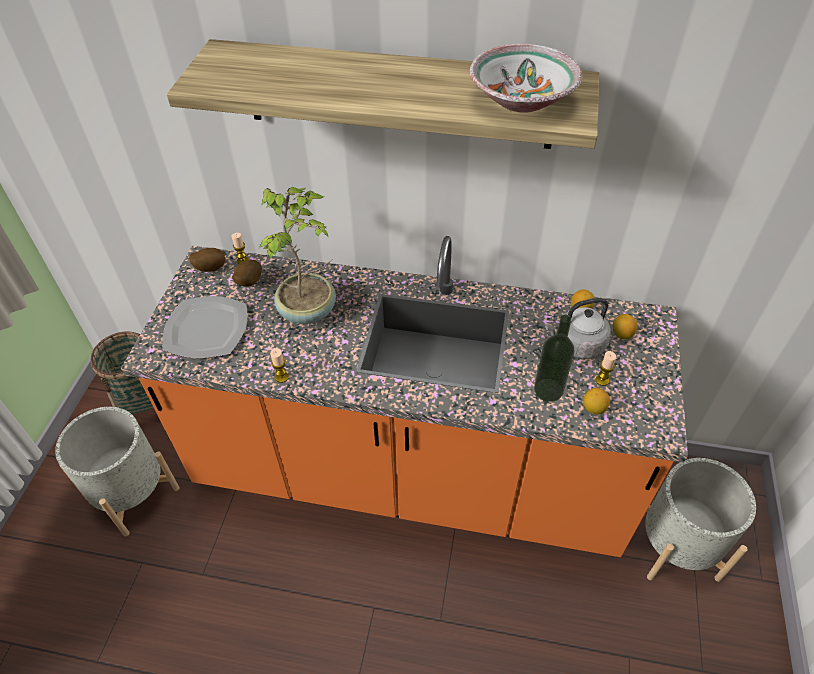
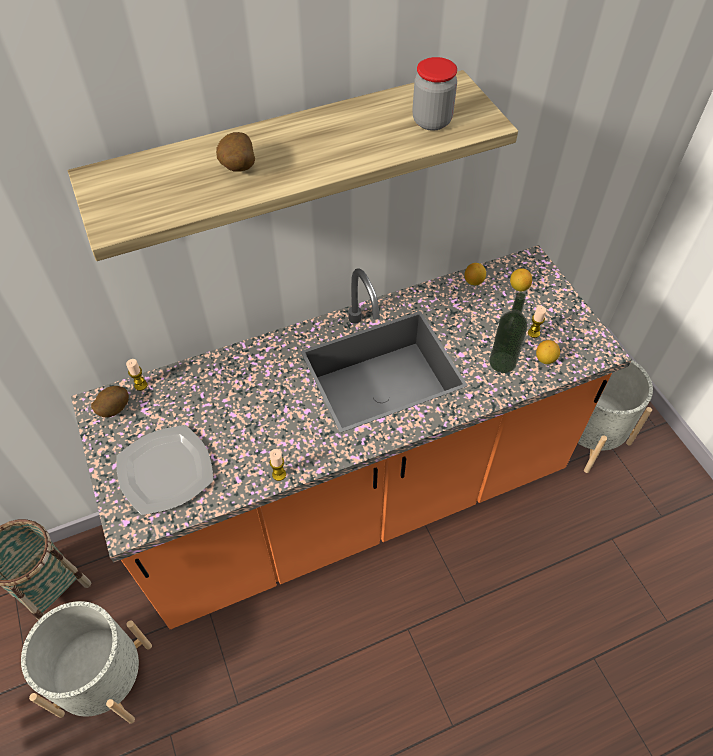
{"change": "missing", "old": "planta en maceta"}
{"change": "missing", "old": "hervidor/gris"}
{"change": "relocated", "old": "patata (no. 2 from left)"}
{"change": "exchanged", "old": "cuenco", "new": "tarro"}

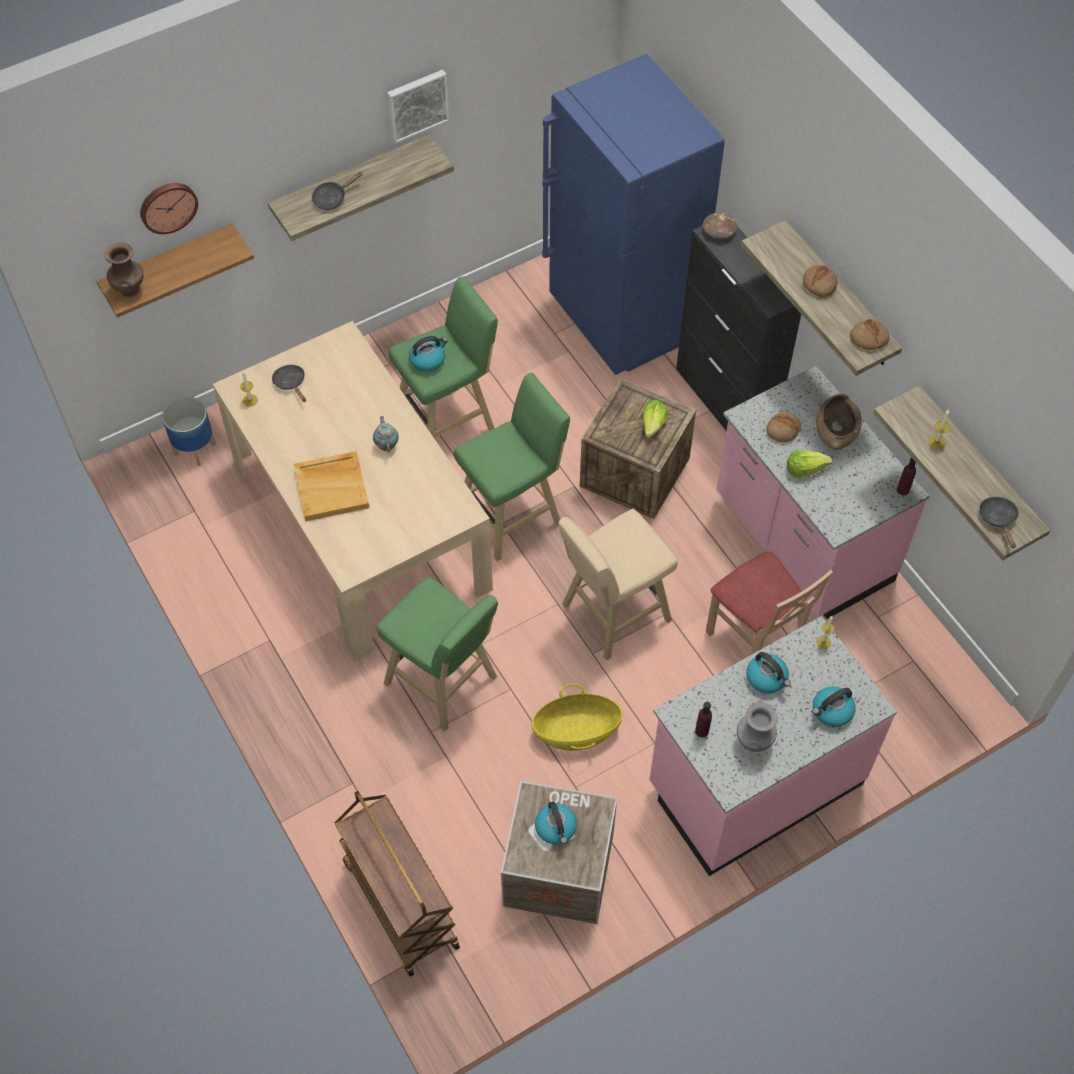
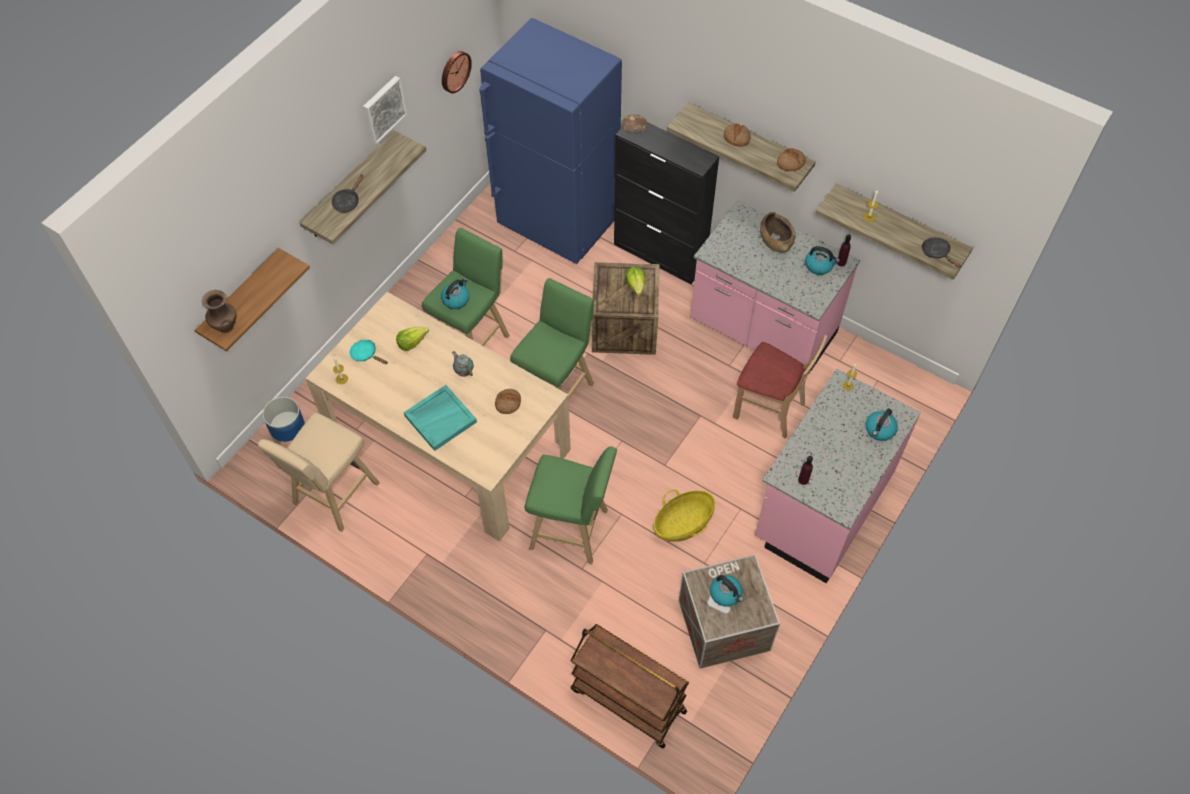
{"change": "missing", "old": "florero/gris"}
{"change": "relocated", "old": "reloj de pared"}
{"change": "relocated", "old": "taburete/beis"}
{"change": "relocated", "old": "hervidor (no. 3 from left)"}
{"change": "relocated", "old": "pan (no. 1 from left)"}
{"change": "relocated", "old": "lechuga (no. 2 from left in the first image)", "new": "lechuga (no. 1 from left)"}
{"change": "colour", "old": "sartén/negro (no. 1 from left)", "new": "sartén/turquesa"}
{"change": "colour", "old": "bandeja/beis", "new": "bandeja/turquesa"}

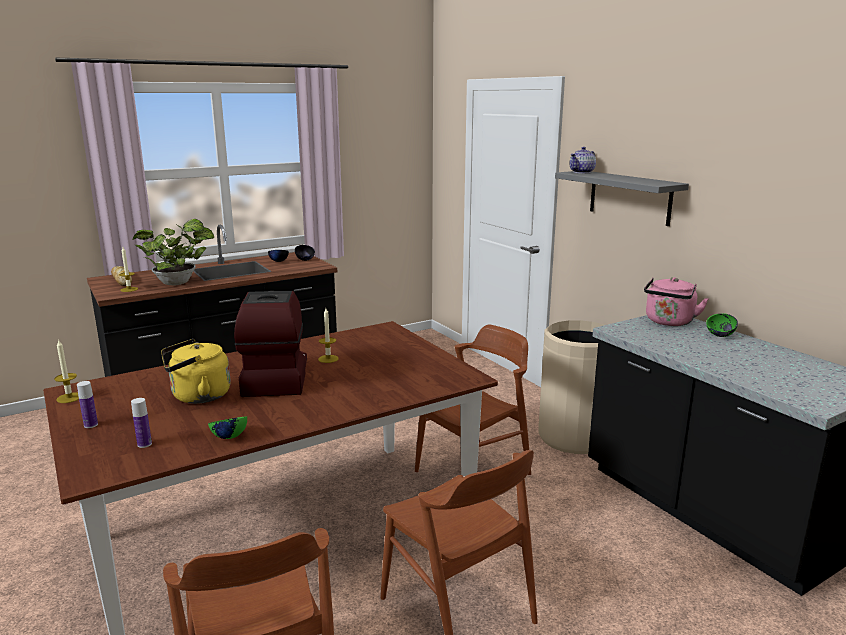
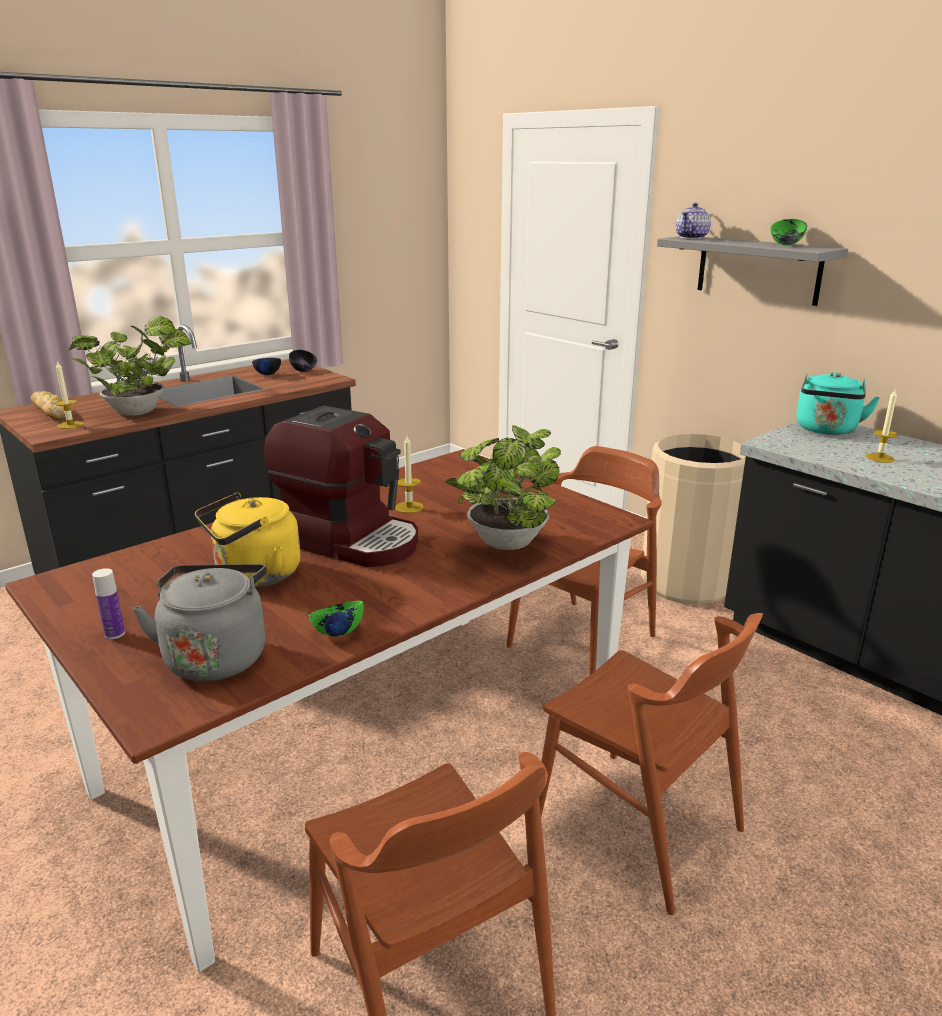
{"change": "appeared", "new": "planta en maceta (no. 2 from left)"}
{"change": "relocated", "old": "vela (no. 1 from left in the first image)", "new": "vela (no. 3 from left)"}
{"change": "relocated", "old": "cuenco/verde (no. 2 from left)"}
{"change": "exchanged", "old": "botella (no. 2 from left)", "new": "hervidor/gris"}
{"change": "colour", "old": "hervidor/rosa", "new": "hervidor/turquesa"}
{"change": "spun", "old": "cafetera", "degrees": 135}

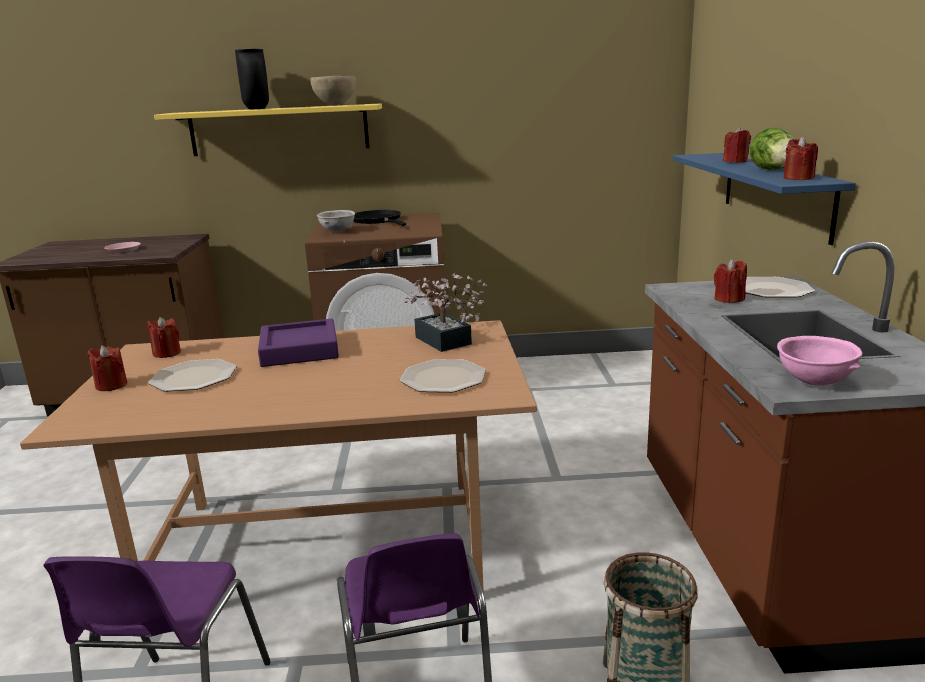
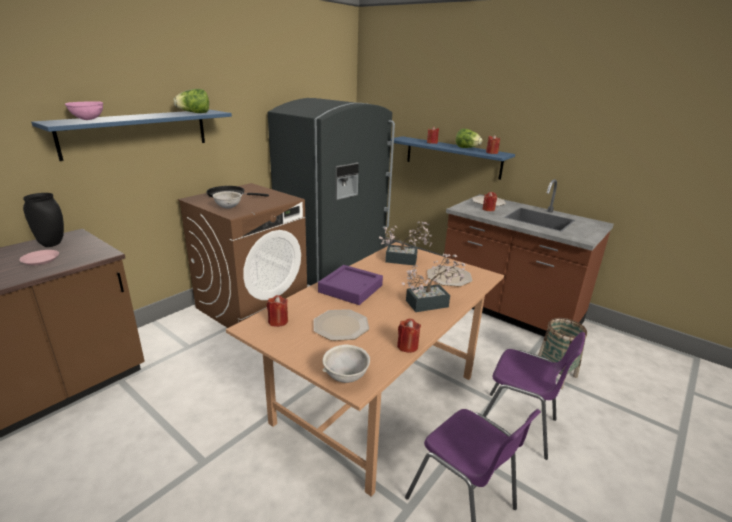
{"change": "appeared", "new": "nevera/gris"}
{"change": "appeared", "new": "cuenco/gris (no. 2 from left)"}
{"change": "appeared", "new": "planta en maceta (no. 2 from left)"}
{"change": "relocated", "old": "vela/rojo (no. 1 from left in the first image)", "new": "vela/rojo (no. 2 from left)"}
{"change": "relocated", "old": "florero/negro"}
{"change": "relocated", "old": "cuenco/rosa"}
{"change": "exchanged", "old": "cuenco/marrón", "new": "lechuga (no. 1 from left)"}
{"change": "colour", "old": "estante/amarillo", "new": "estante/azul (no. 1 from left)"}

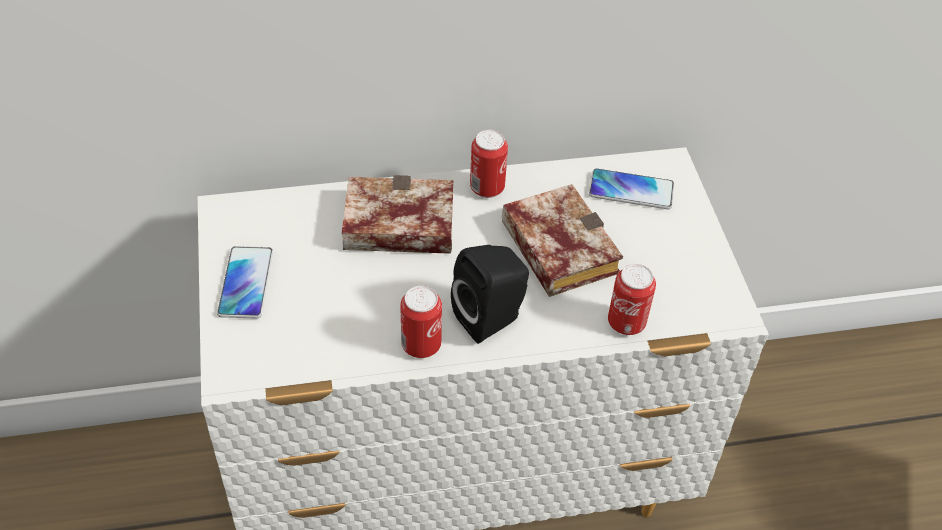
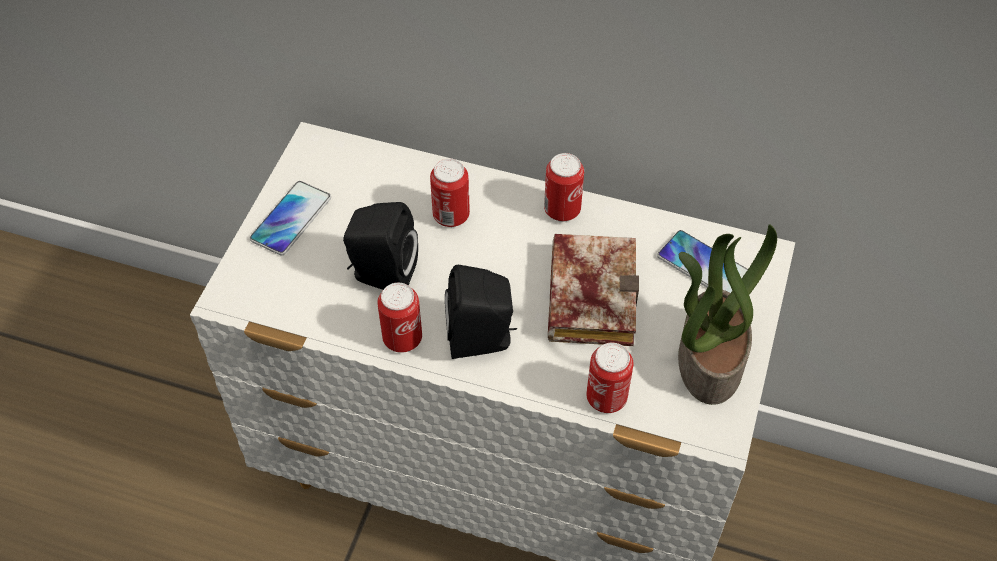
{"change": "appeared", "new": "altavoz/negro (no. 1 from left)"}
{"change": "appeared", "new": "planta en maceta"}
{"change": "exchanged", "old": "libro (no. 1 from left)", "new": "lata (no. 2 from left)"}

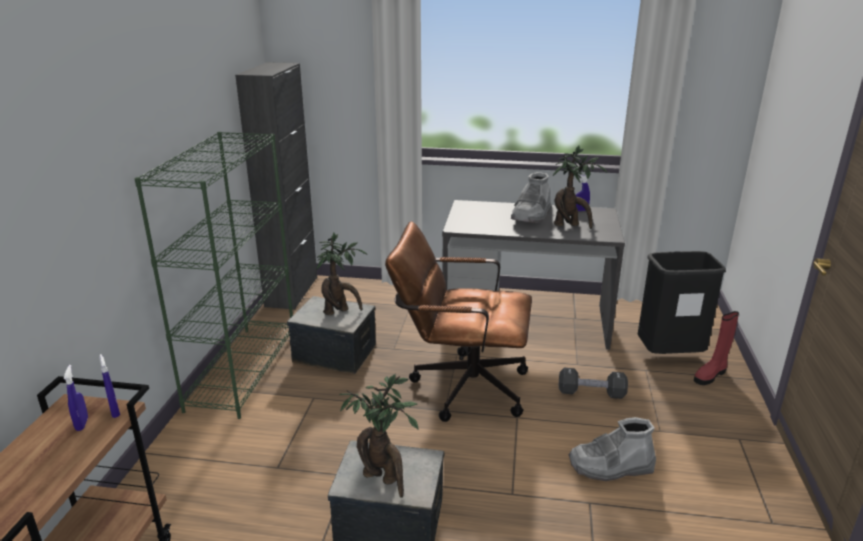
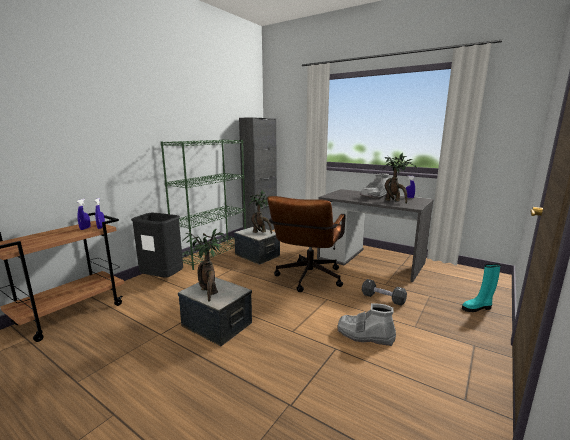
{"change": "relocated", "old": "papelera/negro"}
{"change": "colour", "old": "bota/rojo", "new": "bota/turquesa"}
{"change": "spun", "old": "silla de oficina/marrón", "degrees": -105}

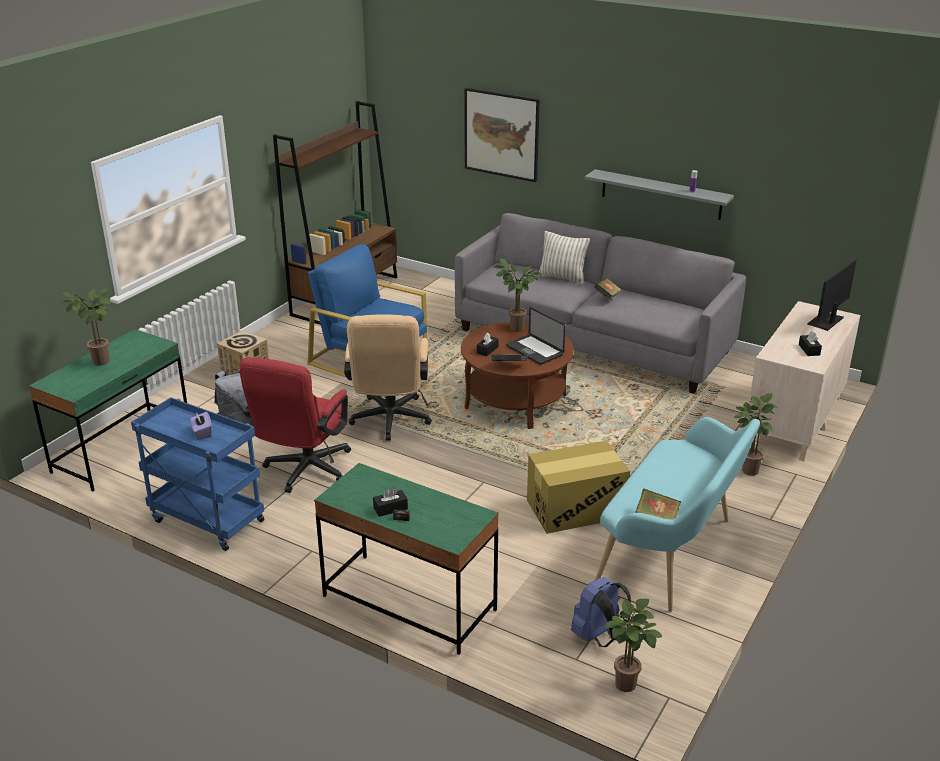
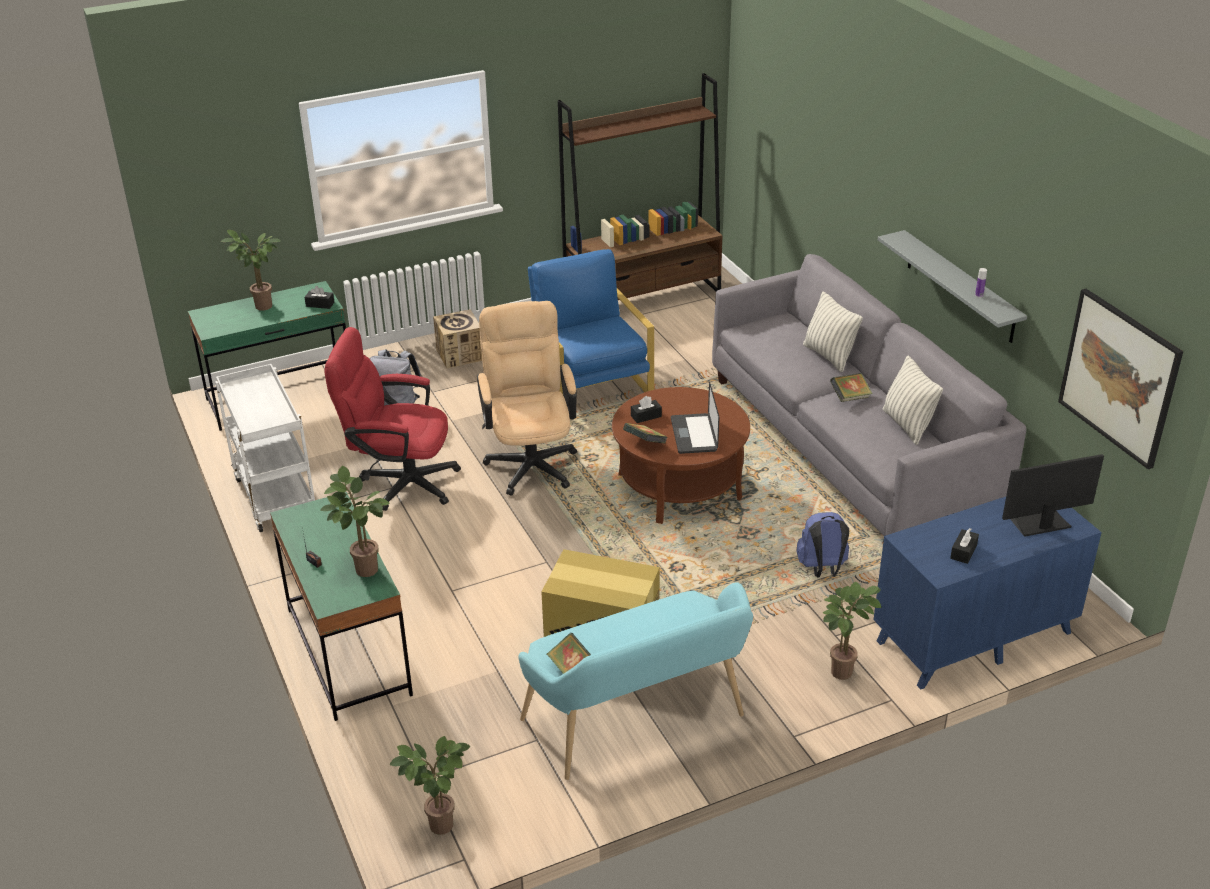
{"change": "missing", "old": "caja de pañuelos/morado"}
{"change": "appeared", "new": "cojín (no. 2 from left)"}
{"change": "relocated", "old": "caja de pañuelos/negro (no. 1 from left)"}
{"change": "relocated", "old": "cuadro"}
{"change": "relocated", "old": "planta en maceta (no. 2 from left)"}
{"change": "relocated", "old": "mochila/azul"}
{"change": "colour", "old": "carrito/azul", "new": "carrito/blanco"}
{"change": "colour", "old": "cómoda/beis", "new": "cómoda/azul"}
{"change": "spun", "old": "silla de oficina/rojo", "degrees": 45}
{"change": "spun", "old": "silla de oficina/beis", "degrees": 135}

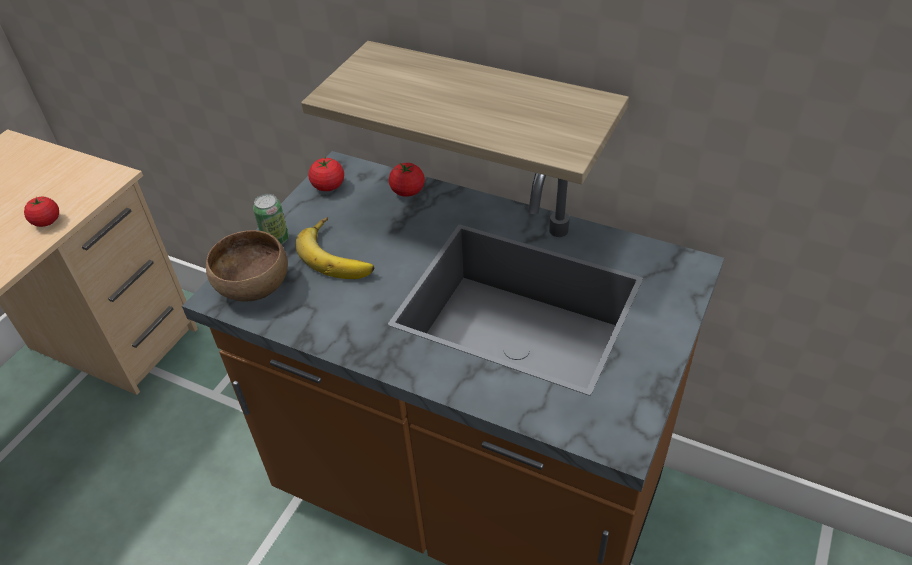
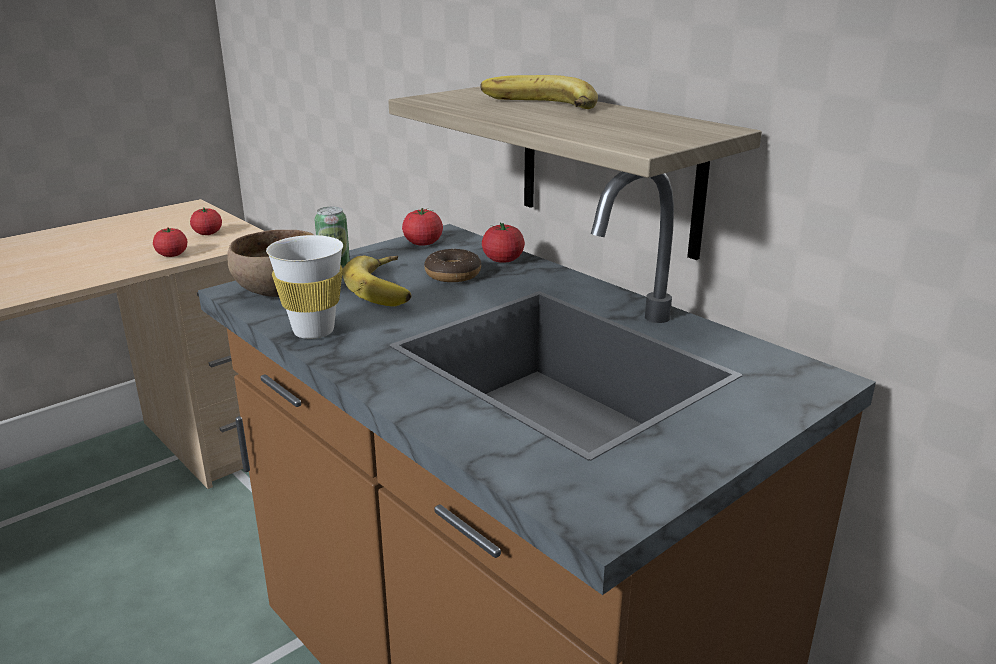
{"change": "appeared", "new": "tomate (no. 2 from left)"}
{"change": "appeared", "new": "taza/blanco"}
{"change": "appeared", "new": "rosquilla"}
{"change": "appeared", "new": "plátano (no. 2 from left)"}

